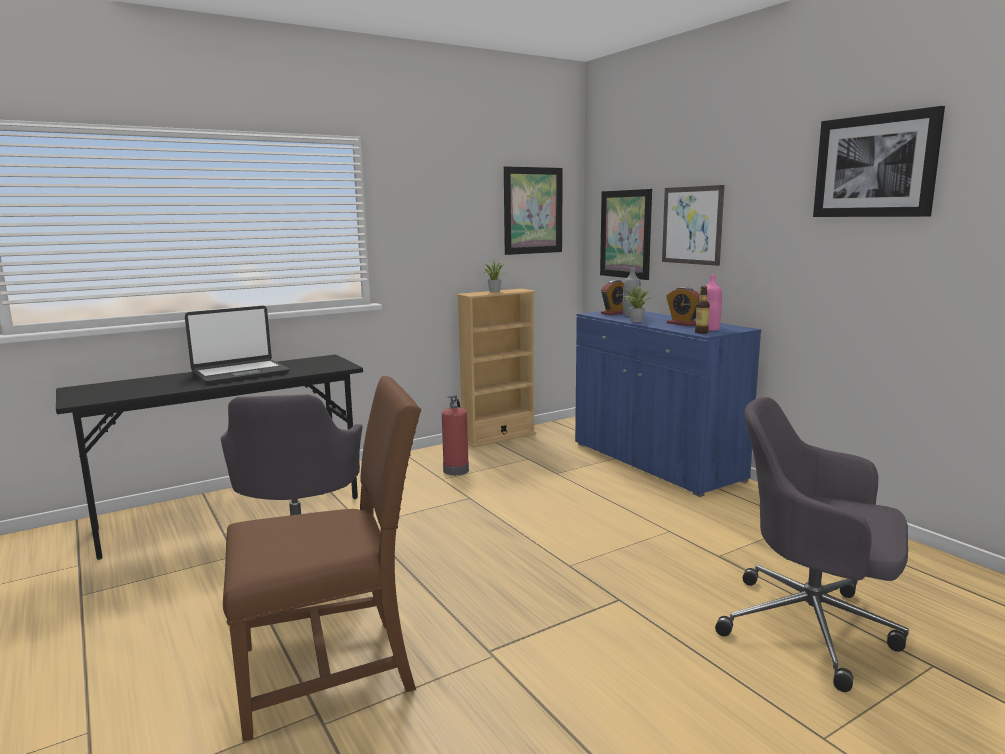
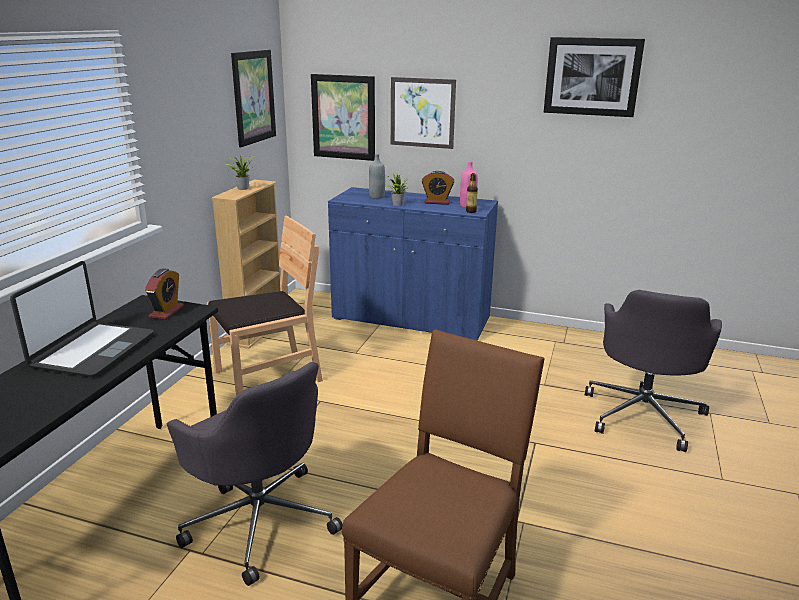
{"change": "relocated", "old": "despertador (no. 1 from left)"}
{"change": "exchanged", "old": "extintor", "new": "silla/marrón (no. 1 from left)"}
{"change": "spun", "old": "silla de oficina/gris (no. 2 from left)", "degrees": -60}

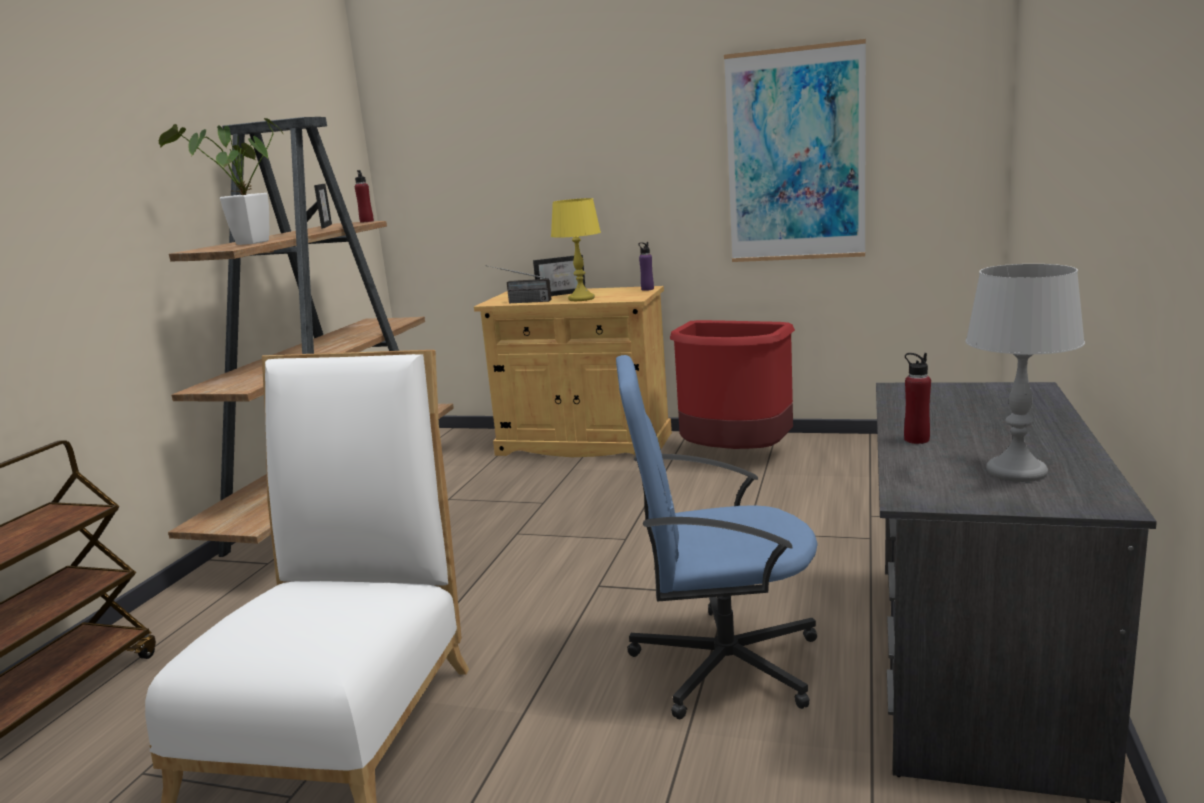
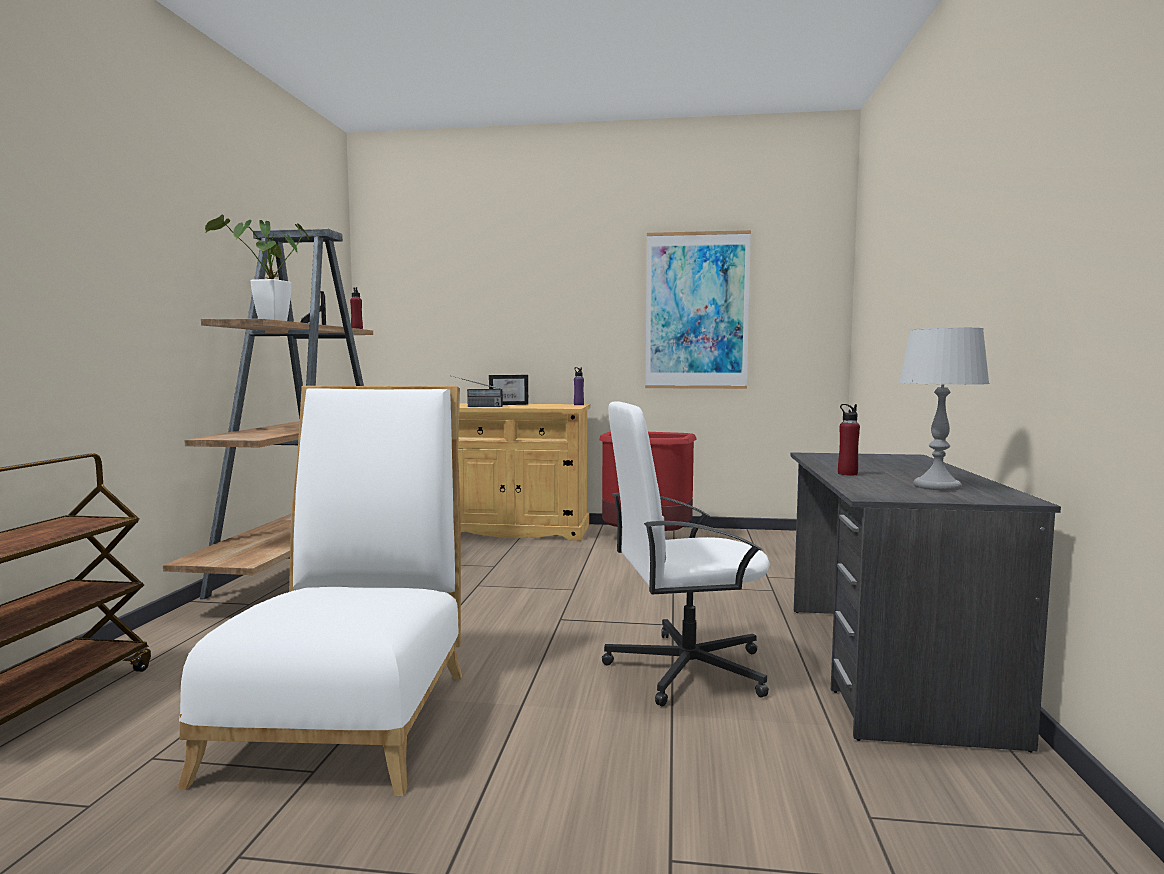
{"change": "missing", "old": "lámpara de mesa/amarillo"}
{"change": "colour", "old": "silla de oficina/azul", "new": "silla de oficina/blanco"}

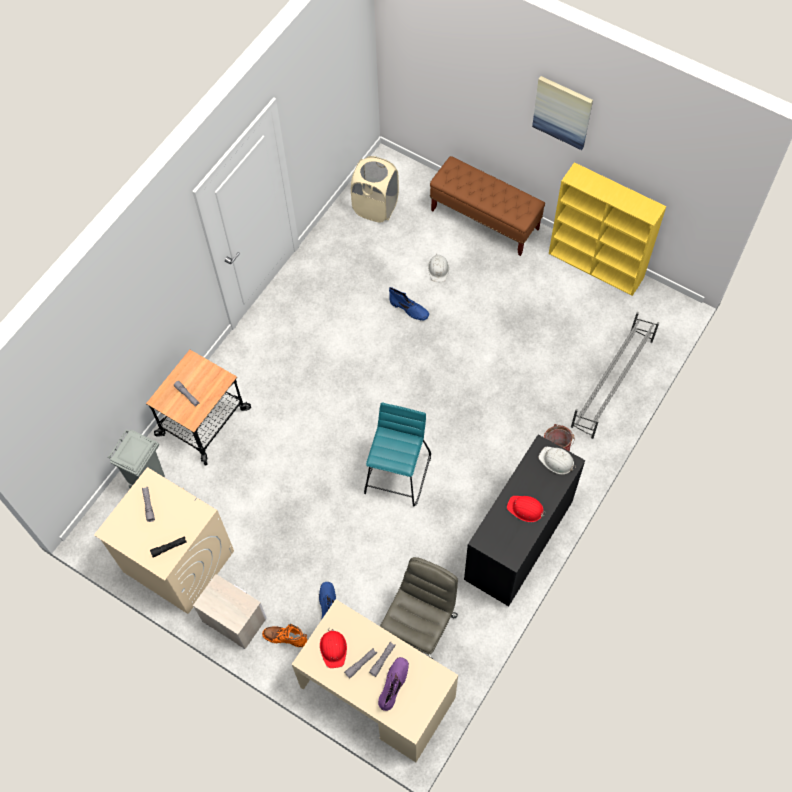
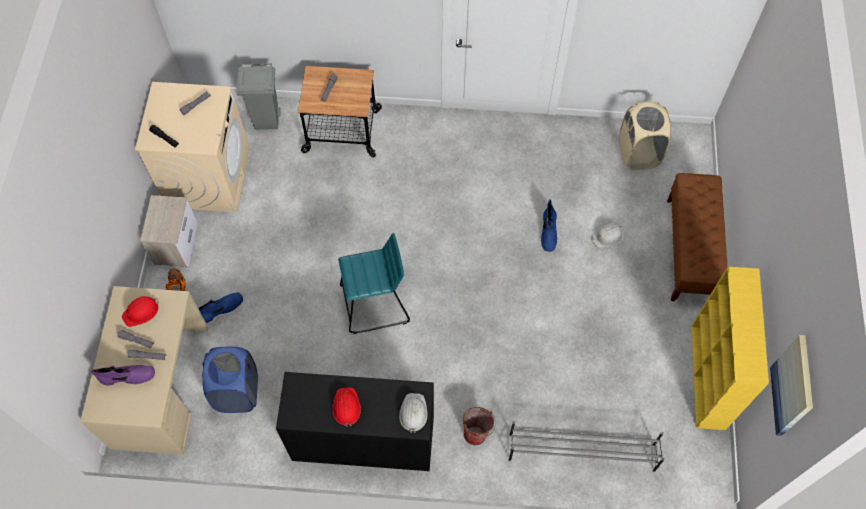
{"change": "relocated", "old": "cuadro"}
{"change": "exchanged", "old": "silla de oficina/gris", "new": "cesto de la ropa/azul"}

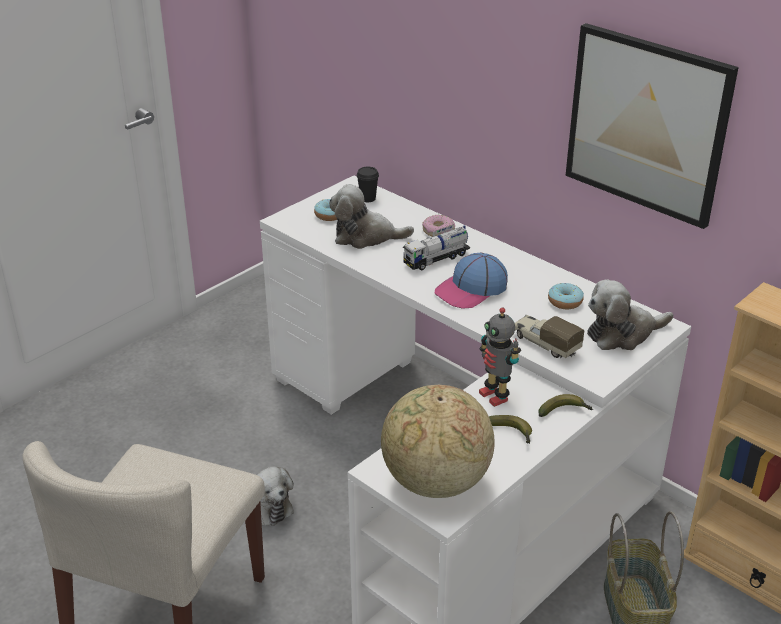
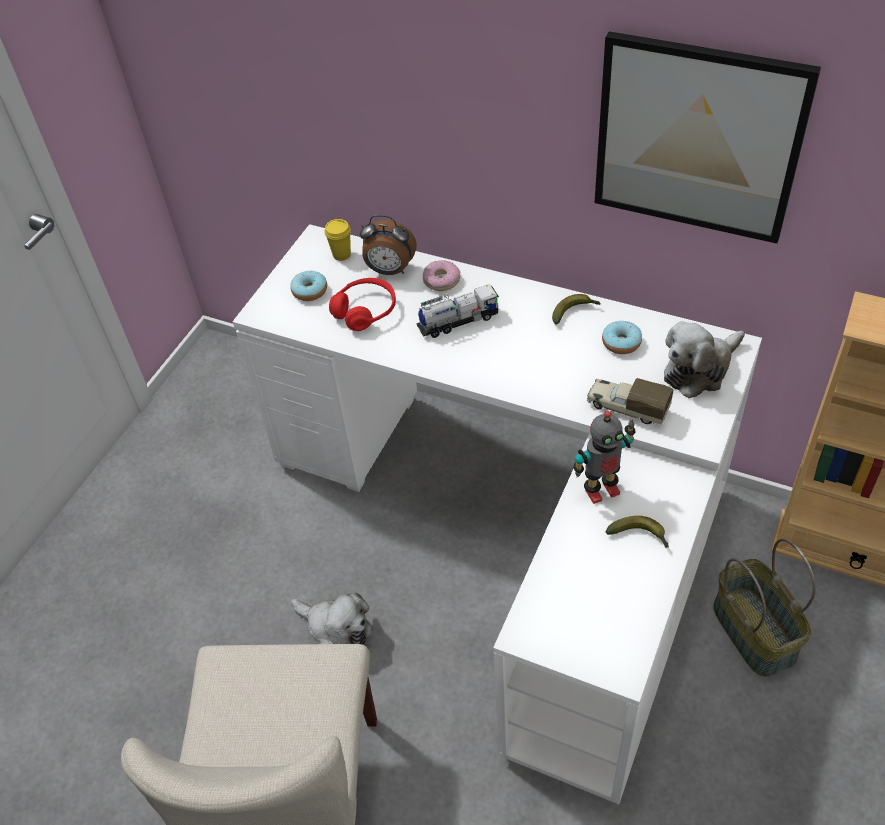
{"change": "missing", "old": "globo terráqueo"}
{"change": "missing", "old": "gorra"}
{"change": "appeared", "new": "despertador"}
{"change": "relocated", "old": "plátano (no. 2 from left in the first image)", "new": "plátano (no. 1 from left)"}
{"change": "exchanged", "old": "peluche (no. 2 from left)", "new": "auriculares/rojo"}
{"change": "colour", "old": "taza/negro", "new": "taza/amarillo"}
{"change": "spun", "old": "camión de juguete (no. 1 from left)", "degrees": -150}
{"change": "spun", "old": "robot de juguete", "degrees": -60}

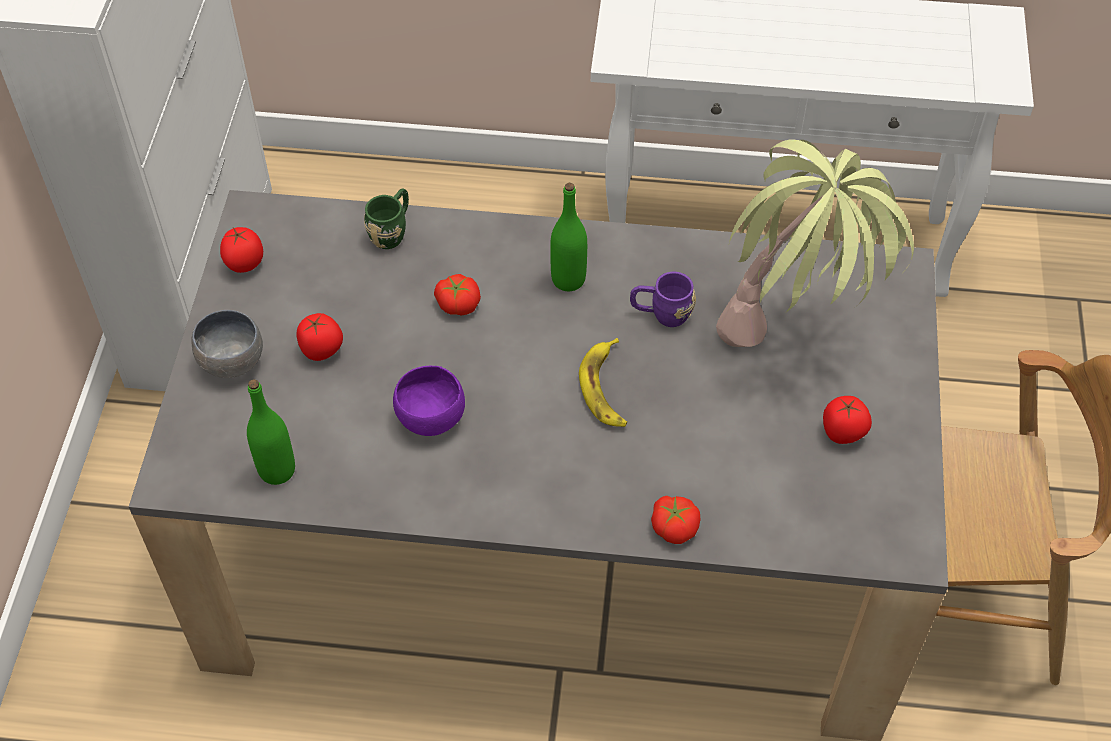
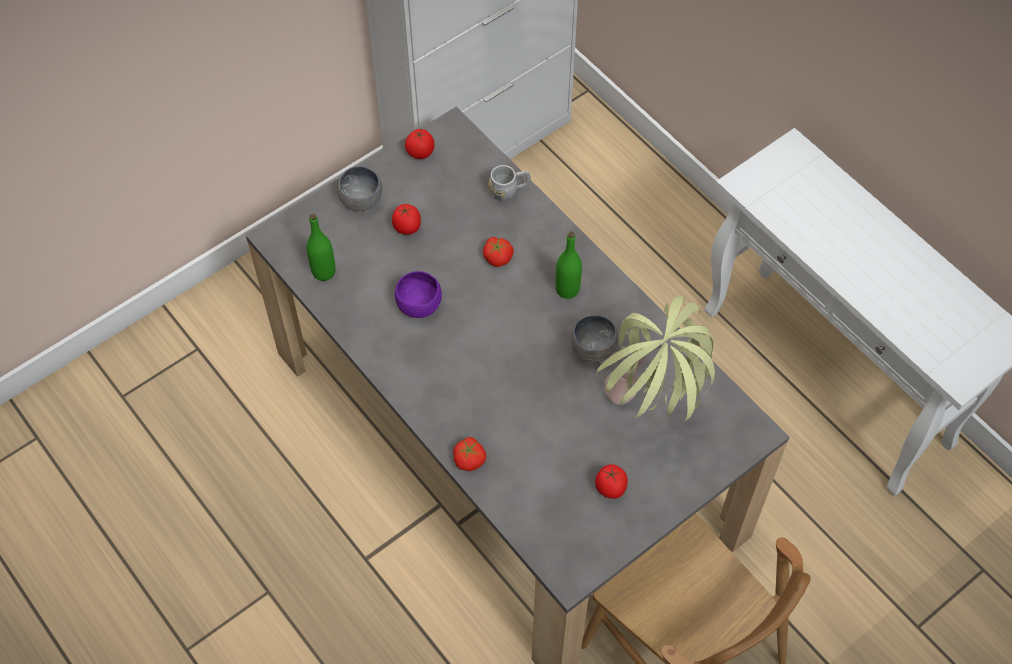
{"change": "missing", "old": "plátano"}
{"change": "exchanged", "old": "taza grande/morado", "new": "cuenco/gris (no. 2 from left)"}
{"change": "colour", "old": "taza grande/verde", "new": "taza grande/gris"}

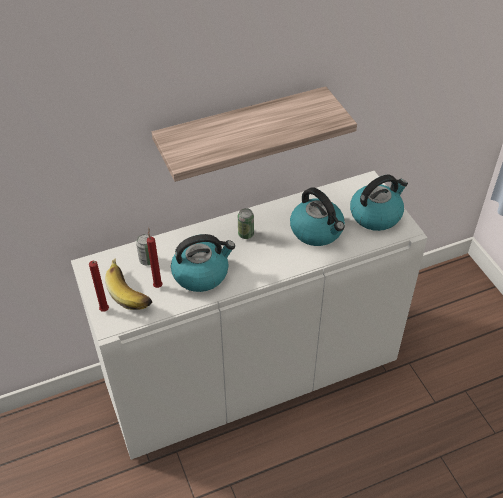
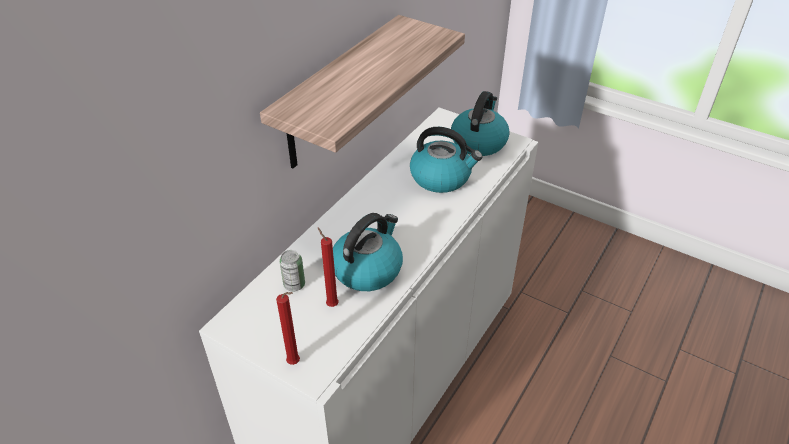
{"change": "missing", "old": "plátano"}
{"change": "missing", "old": "lata (no. 2 from left)"}

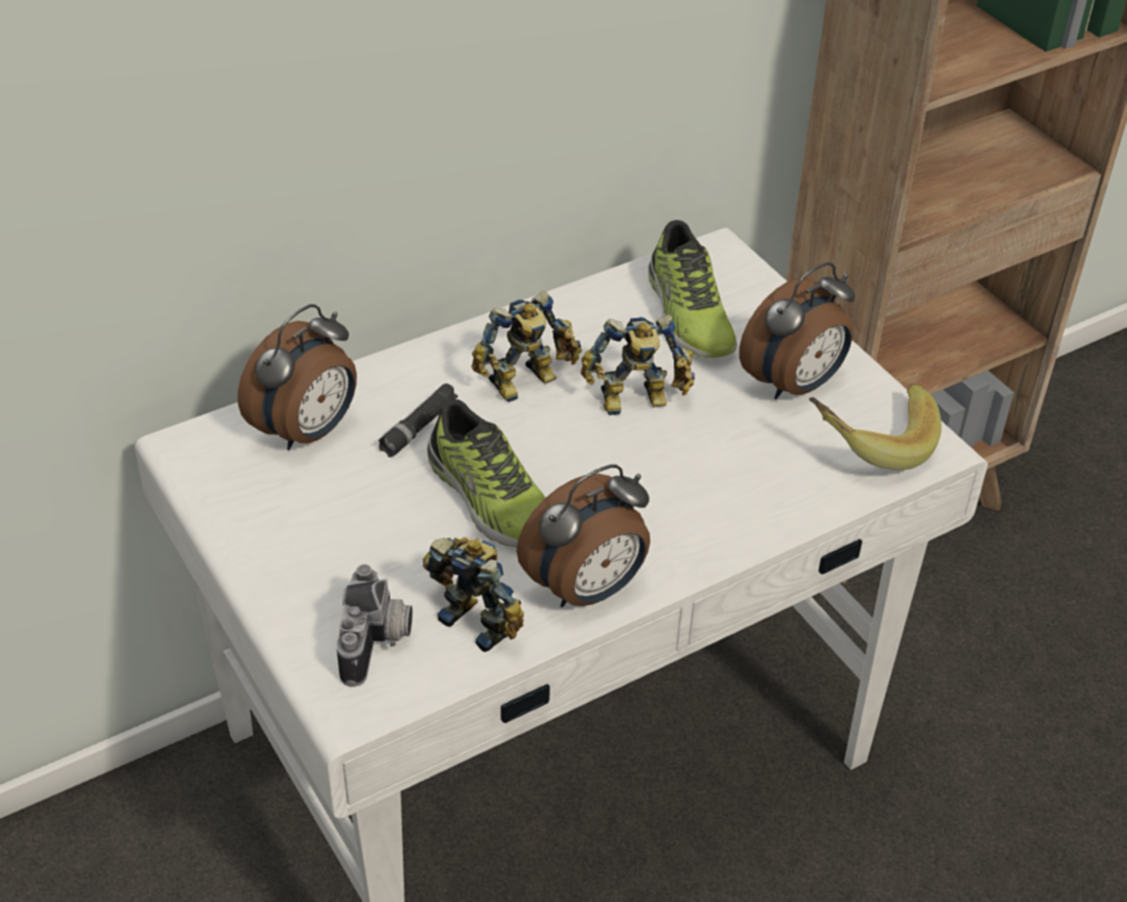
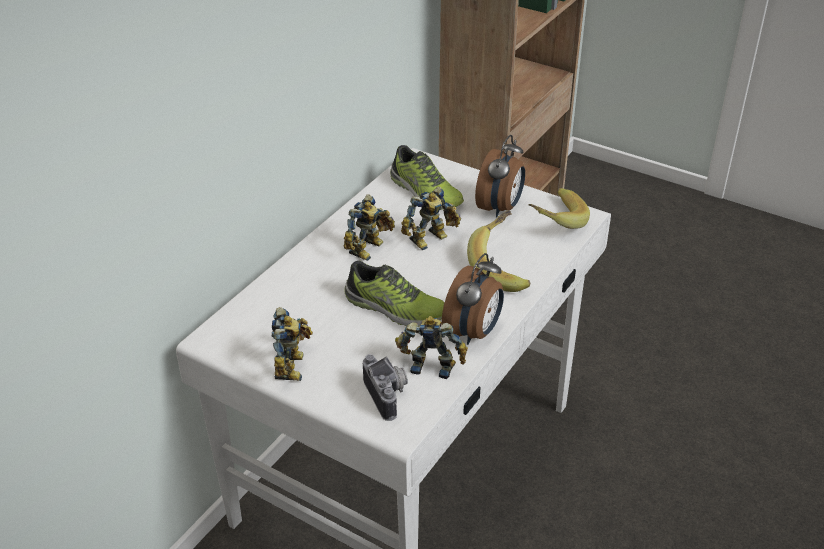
{"change": "missing", "old": "despertador (no. 1 from left)"}
{"change": "missing", "old": "linterna/negro"}
{"change": "appeared", "new": "robot de juguete (no. 1 from left)"}
{"change": "appeared", "new": "plátano (no. 1 from left)"}

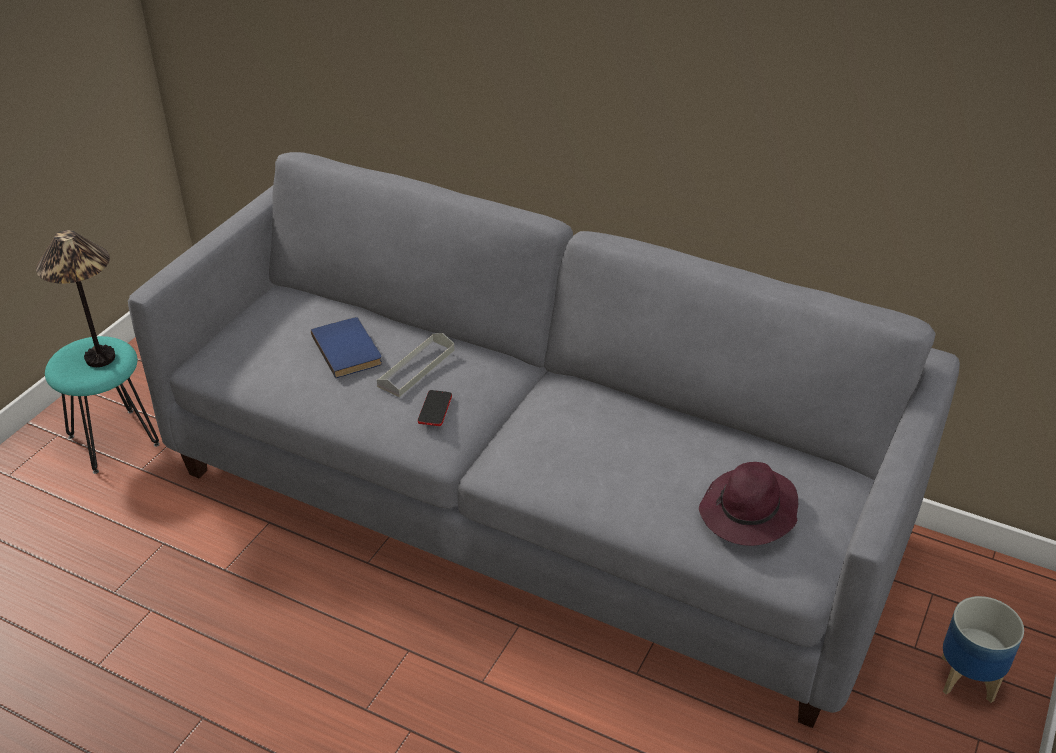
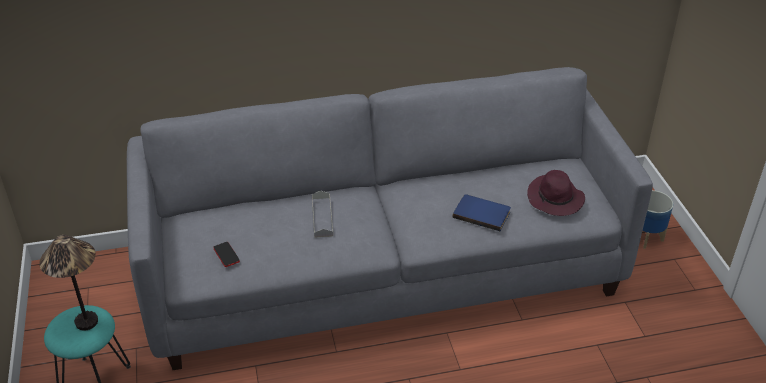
{"change": "relocated", "old": "libro/azul"}
{"change": "relocated", "old": "móvil"}

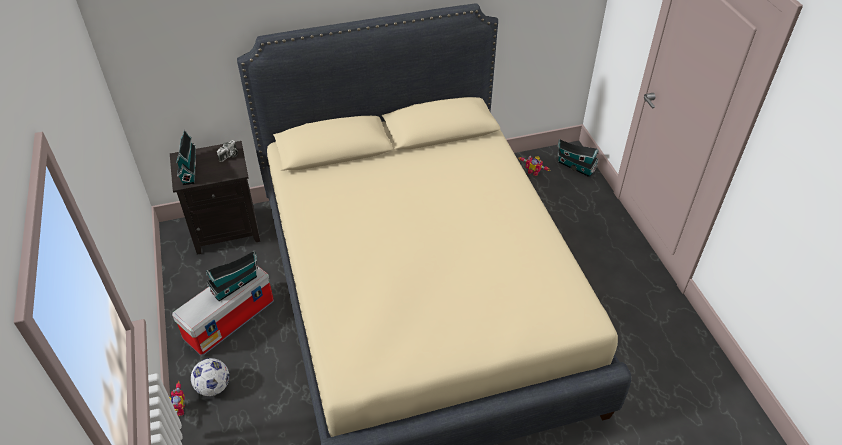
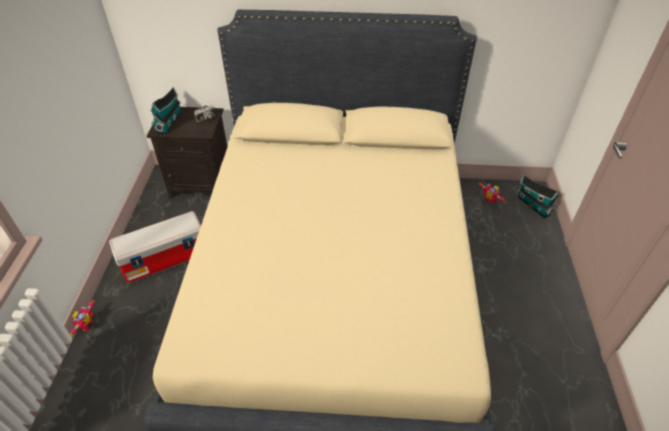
{"change": "missing", "old": "balón de fútbol"}
{"change": "missing", "old": "casita (no. 2 from left)"}

